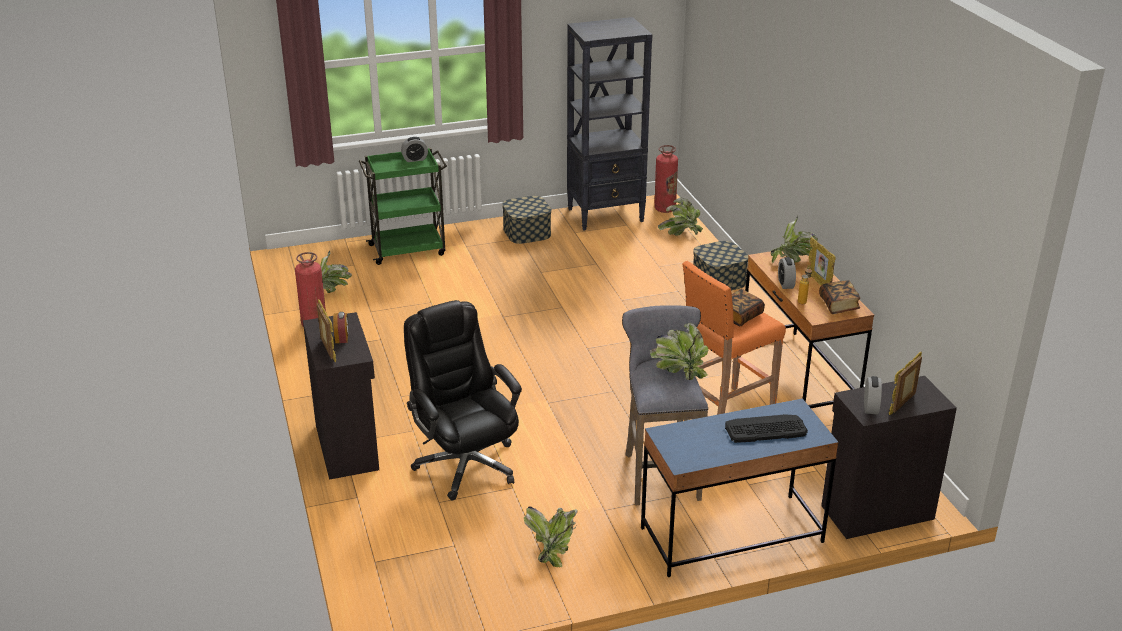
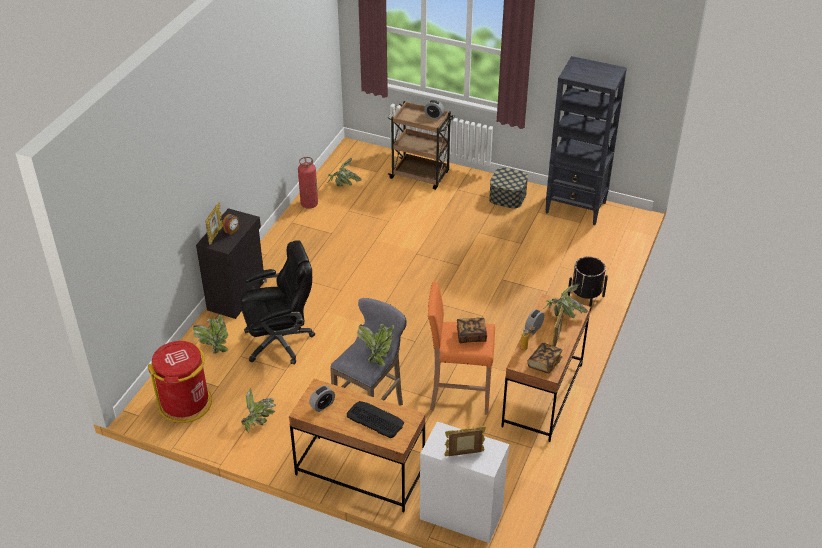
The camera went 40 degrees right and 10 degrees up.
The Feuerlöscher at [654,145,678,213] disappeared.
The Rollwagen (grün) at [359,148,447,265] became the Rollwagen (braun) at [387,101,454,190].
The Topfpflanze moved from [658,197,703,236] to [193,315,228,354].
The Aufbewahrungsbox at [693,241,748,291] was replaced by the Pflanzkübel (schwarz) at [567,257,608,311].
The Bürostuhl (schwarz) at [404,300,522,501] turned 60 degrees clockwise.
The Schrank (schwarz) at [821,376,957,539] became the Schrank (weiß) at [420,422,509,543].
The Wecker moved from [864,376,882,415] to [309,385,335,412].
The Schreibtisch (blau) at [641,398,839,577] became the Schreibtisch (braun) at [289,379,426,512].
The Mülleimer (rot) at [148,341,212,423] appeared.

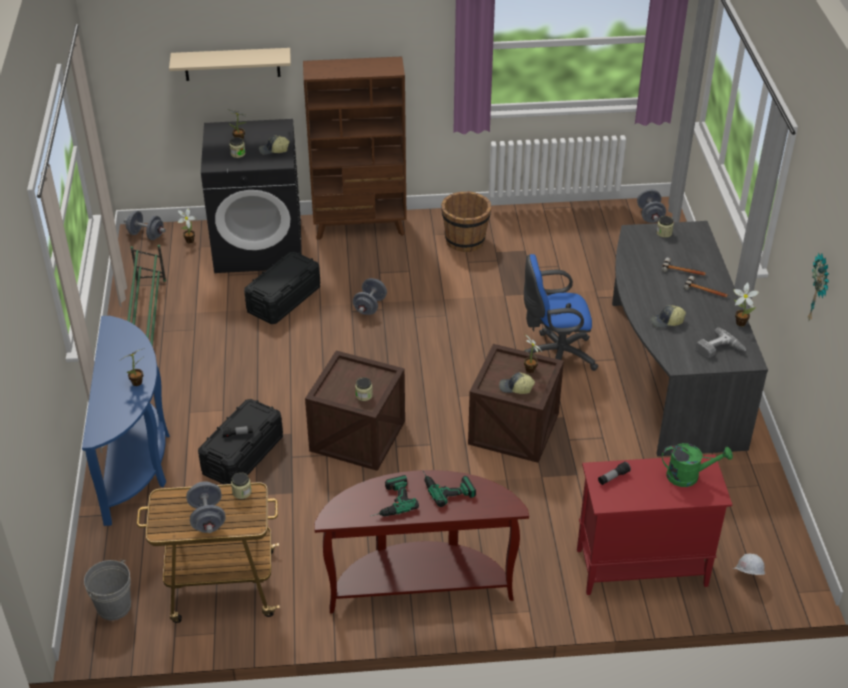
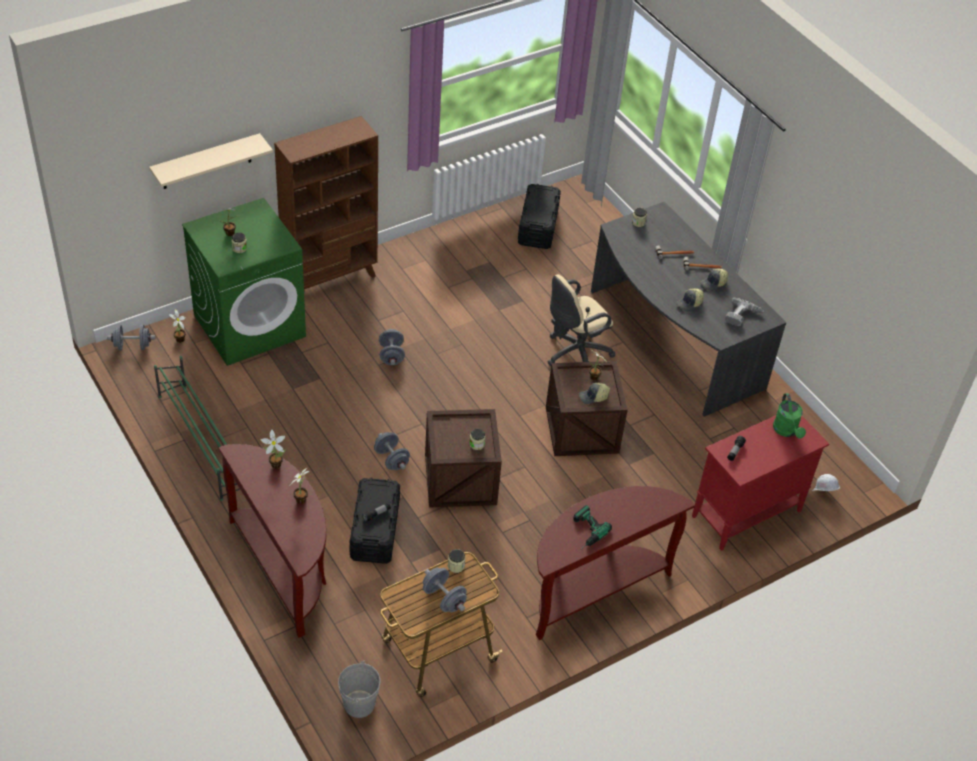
The camera went 30 degrees left and 5 degrees up.
The Waschmaschine (schwarz) at [201,119,302,273] became the Waschmaschine (grün) at [182,198,306,366].
The Kappe moved from [259,135,290,155] to [700,269,728,291].
The Hantel (grau) moved from [637,189,666,223] to [374,432,410,470].
The Eimer (braun) at [441,191,492,252] disappeared.
The Aufbewahrungsbox (schwarz) moved from [244,252,320,324] to [518,184,561,249].
The Wanduhr at [807,253,829,320] disappeared.
The Bürostuhl (blau) at [524,254,598,371] became the Bürostuhl (beige) at [547,275,615,366].
The Topfpflanze moved from [734,282,759,326] to [261,430,286,469].
The Konsolentisch (blau) at [82,316,170,526] became the Konsolentisch (braun) at [219,444,326,638].
The Gießkanne (grün) at [662,443,733,487] turned 105 degrees clockwise.
The Bohrmaschine at [422,470,476,507] disappeared.

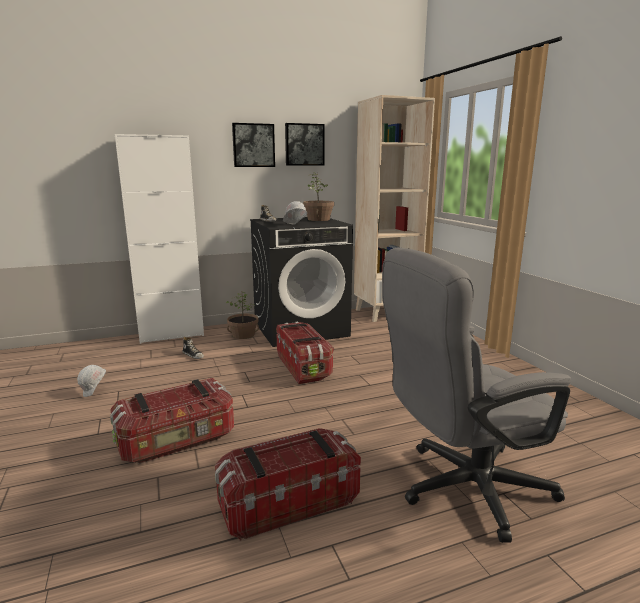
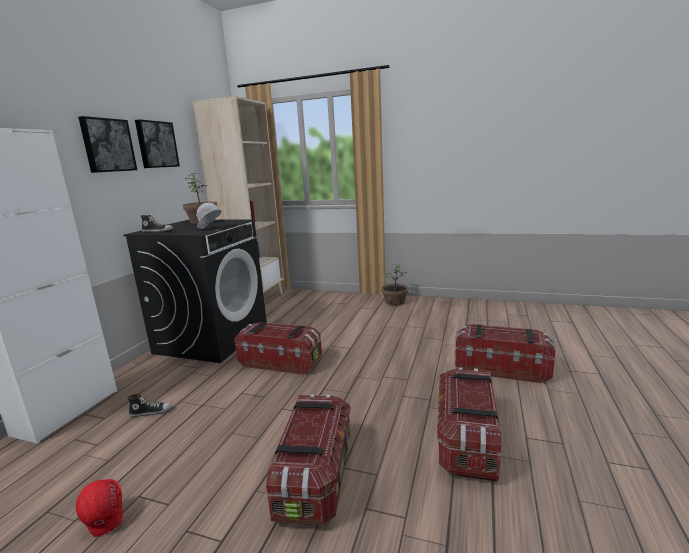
The camera went 50 degrees left and 0 degrees up.
The Bürostuhl (grau) at [382,247,571,543] was replaced by the Aufbewahrungsbox at [455,324,556,384].
The Topfpflanze moved from [226,291,259,339] to [381,264,409,306].
The Schutzhelm (weiß) at [77,365,106,397] became the Schutzhelm (rot) at [76,479,123,537].

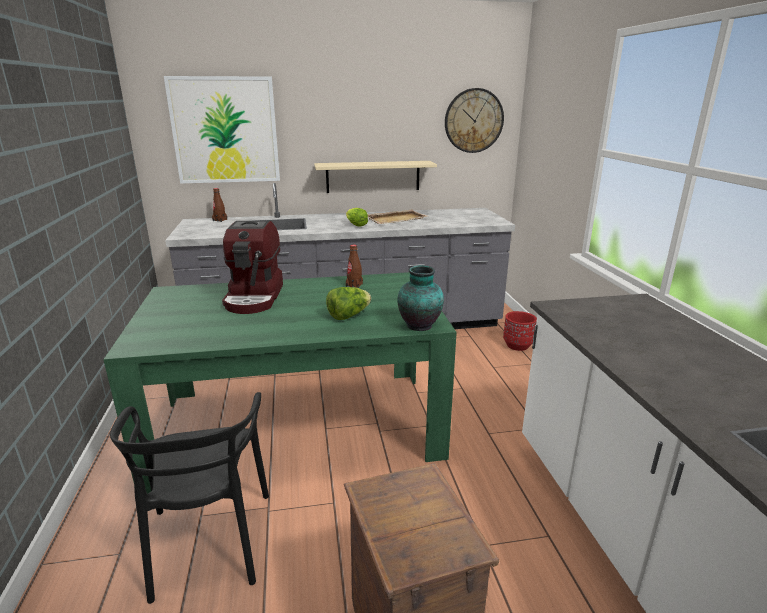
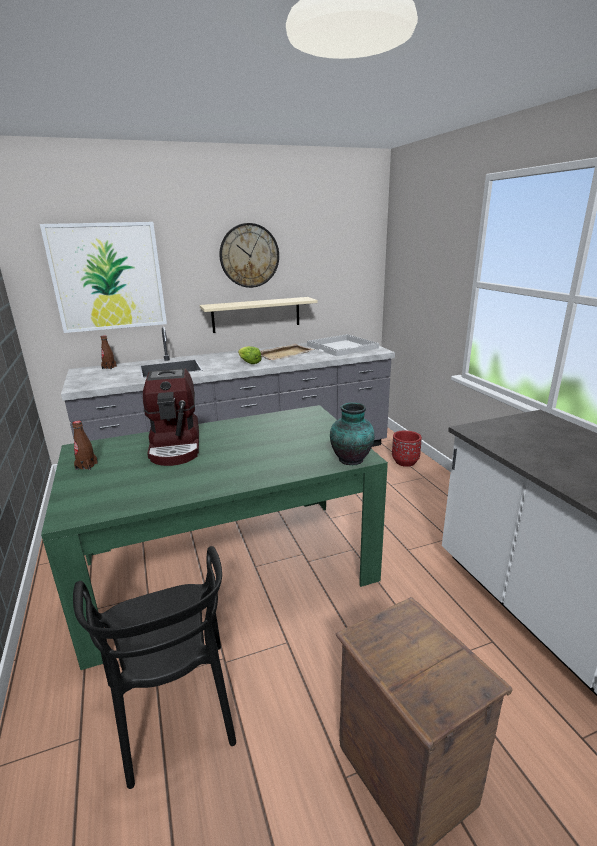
The camera went 10 degrees left and 0 degrees up.
The Wanduhr moved from [445,88,504,153] to [219,223,279,288].
The Flasche (braun) moved from [346,245,363,288] to [72,421,98,470].
The Salatkopf at [326,287,371,320] disappeared.
The Tablett (weiß) at [307,334,379,356] appeared.

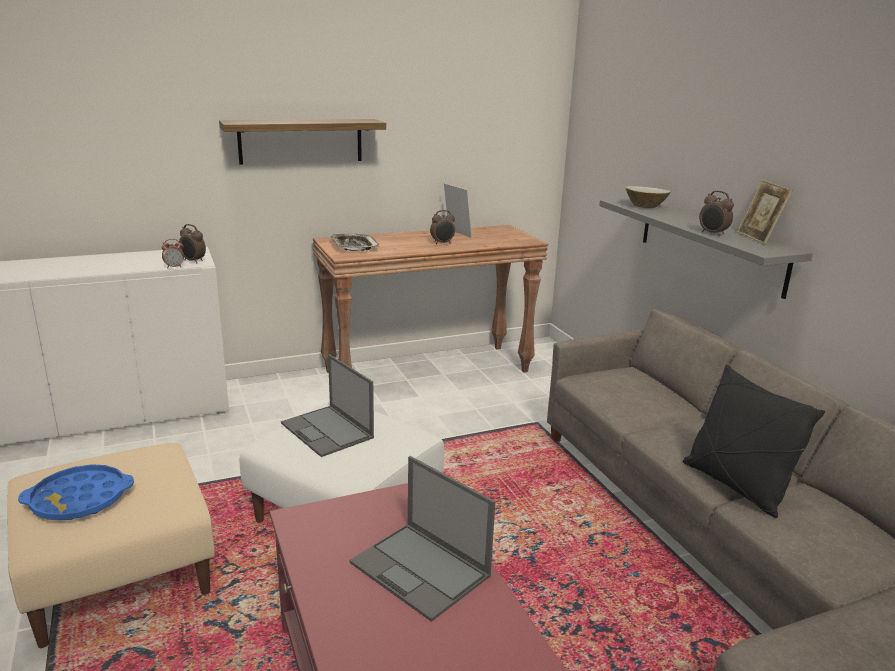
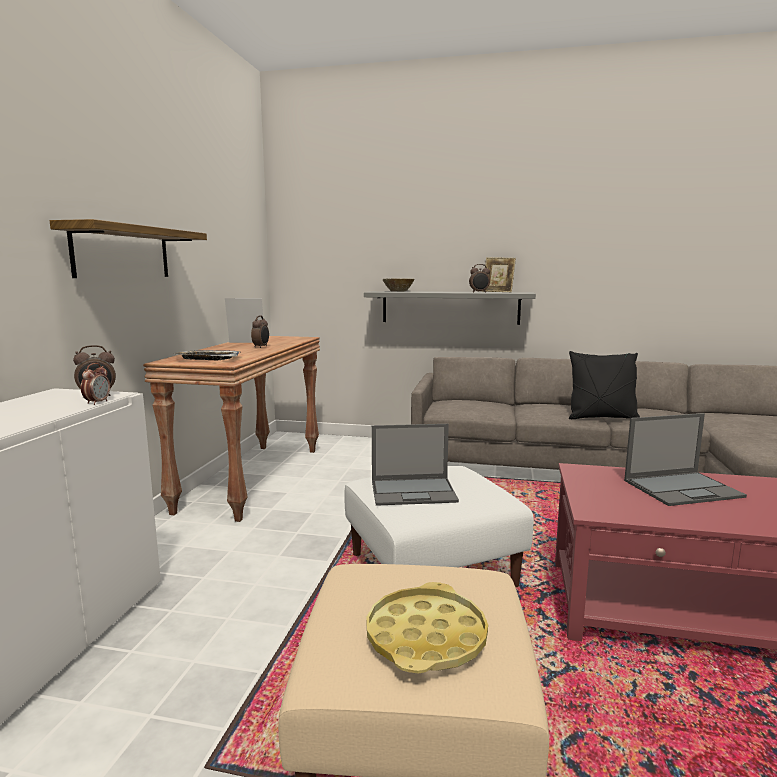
The camera went 55 degrees left and 10 degrees down.
The Tablett (blau) at [18,464,134,520] became the Tablett (gelb) at [366,582,488,674].

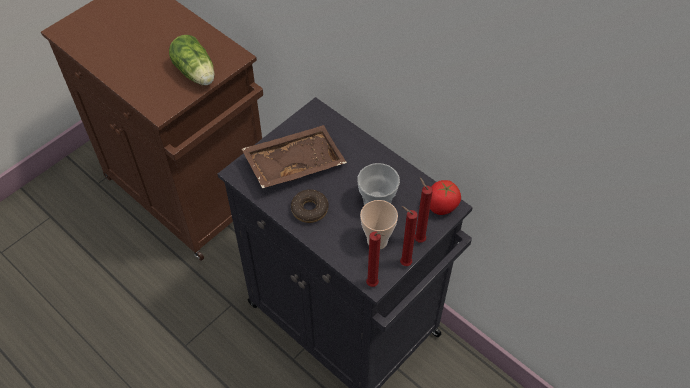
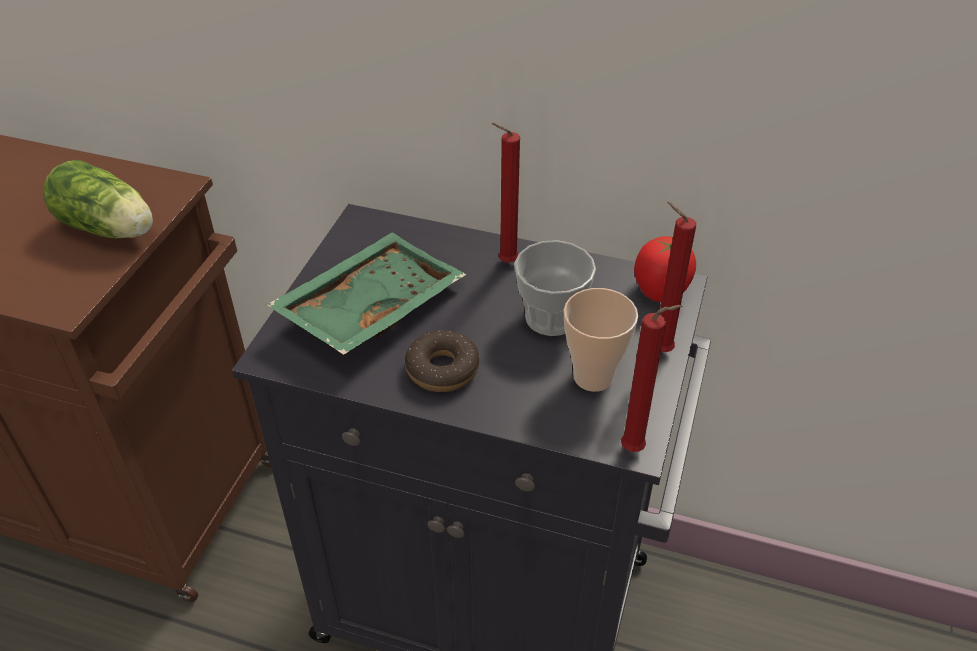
The camera went 25 degrees left and 10 degrees down.
The Tablett (braun) at [241,125,347,188] became the Tablett (grün) at [266,232,466,355].
The Kerze (rot) moved from [400,206,418,266] to [492,123,520,263].

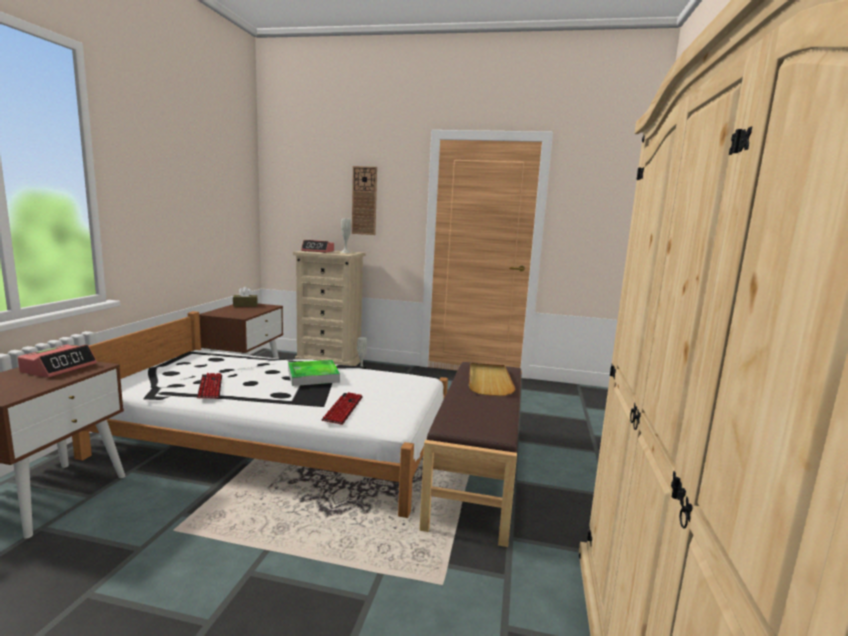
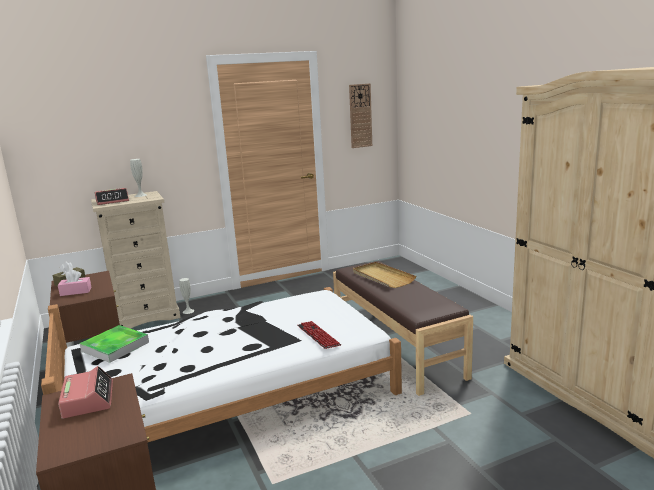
The camera went 35 degrees left and 5 degrees up.
The Wanduhr moved from [352,166,377,235] to [349,83,372,148].
The Tablett moved from [288,360,340,386] to [79,325,149,363].
The Tastatur at [197,373,222,398] disappeared.
The Taschentuchbox (rosa) at [58,270,92,296] appeared.

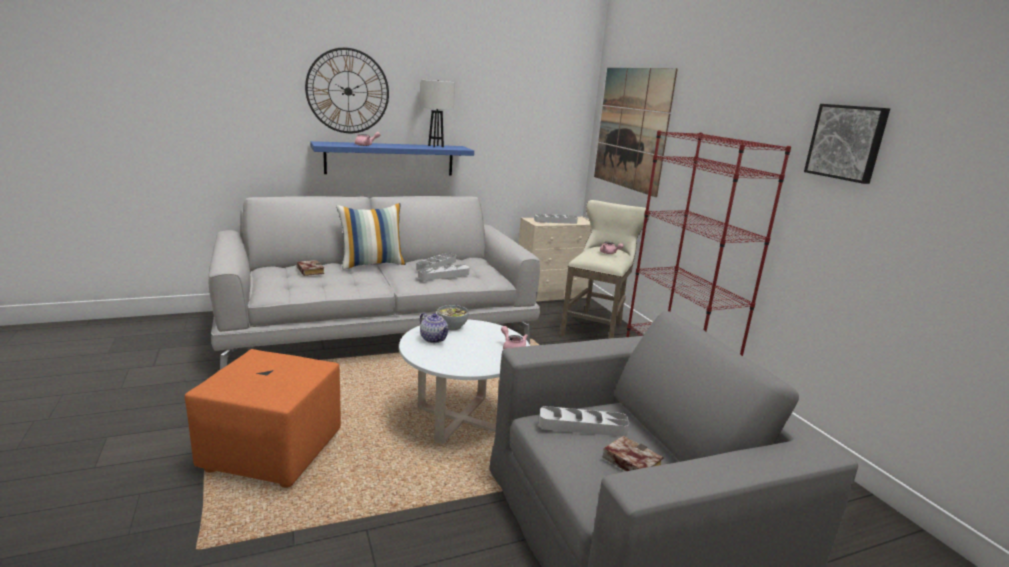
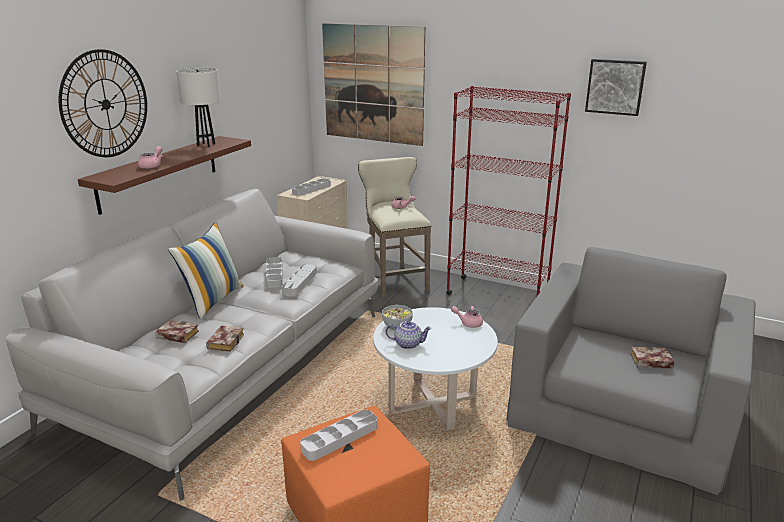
The camera went 40 degrees left and 5 degrees up.
The Wandregal (blau) at [311,141,474,176] became the Wandregal (braun) at [78,136,251,215].
The Tablett (grau) moved from [539,406,629,436] to [300,409,378,461].
The Buch at [206,326,244,352] appeared.

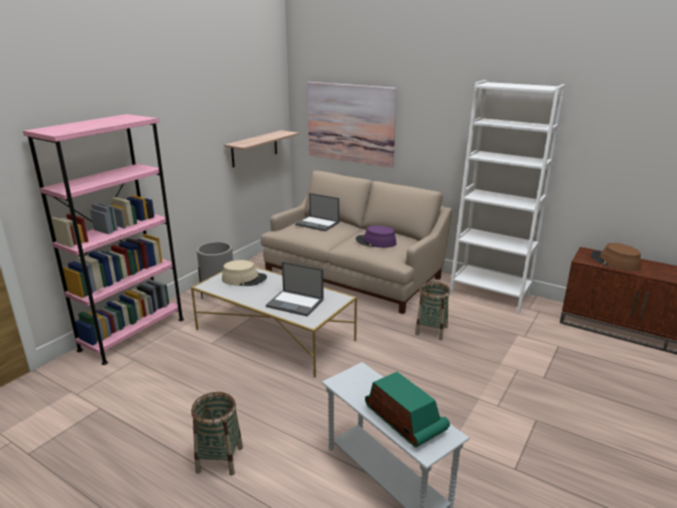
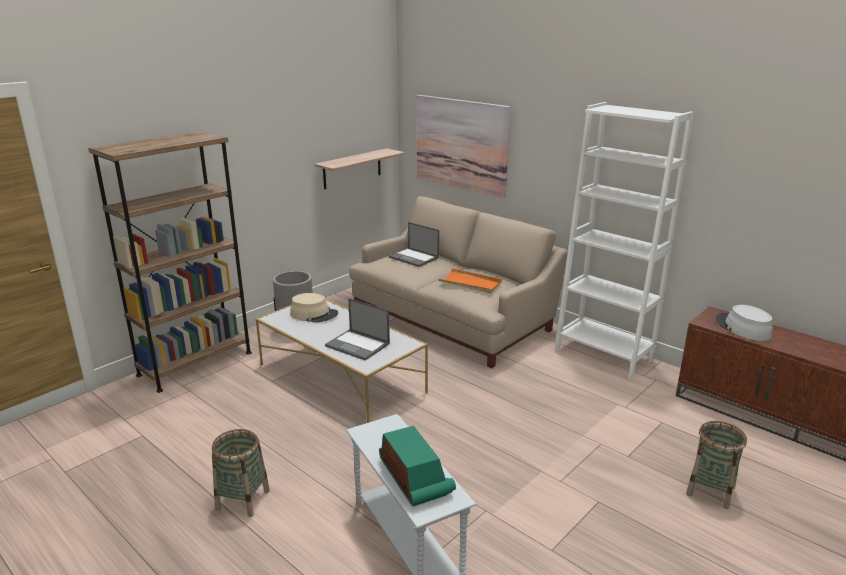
The camera went 10 degrees right and 0 degrees up.
The Bücherregal (rosa) at [23,114,184,365] became the Bücherregal (braun) at [88,131,252,393].
The Hut (lila) at [356,225,397,248] was replaced by the Tablett (orange) at [439,268,502,293].
The Hut (braun) at [591,243,641,271] became the Hut (grau) at [716,305,773,341].
The Korb moved from [415,282,450,340] to [686,421,747,509].

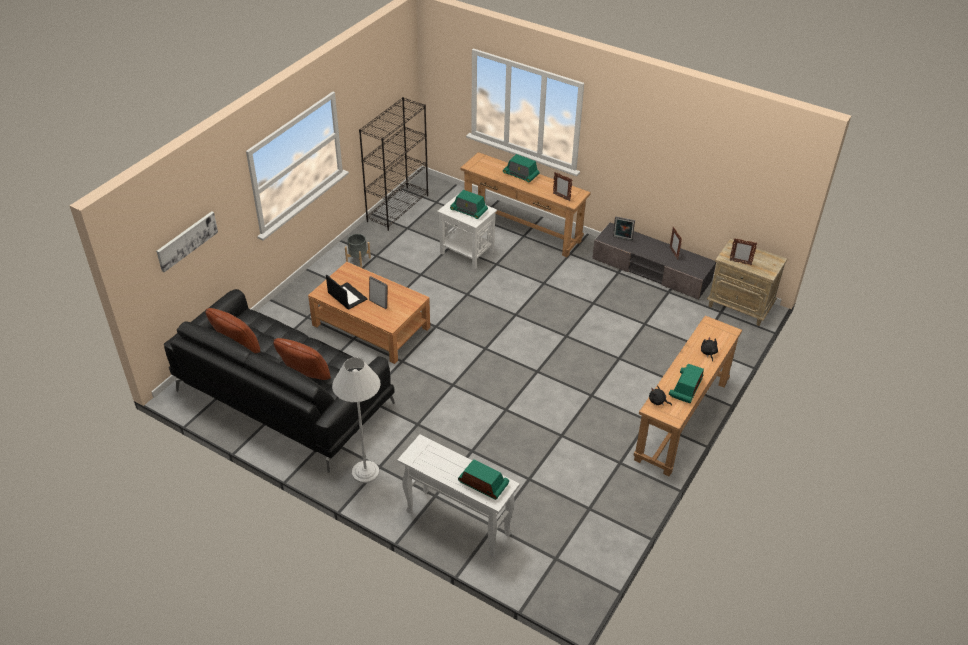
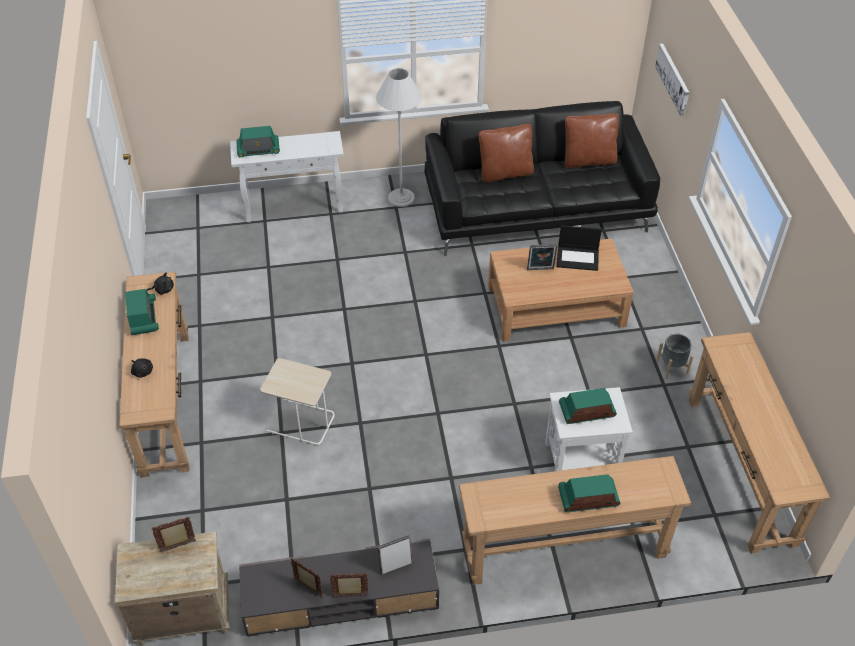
The camera went 140 degrees right and 5 degrees up.
The Bücherregal (schwarz) at [359,97,428,231] was replaced by the Konsolentisch (braun) at [689,332,830,553].
The Bilderrahmen moved from [553,172,572,201] to [330,573,368,597].
The Beistelltisch (beige) at [260,358,335,445] appeared.

